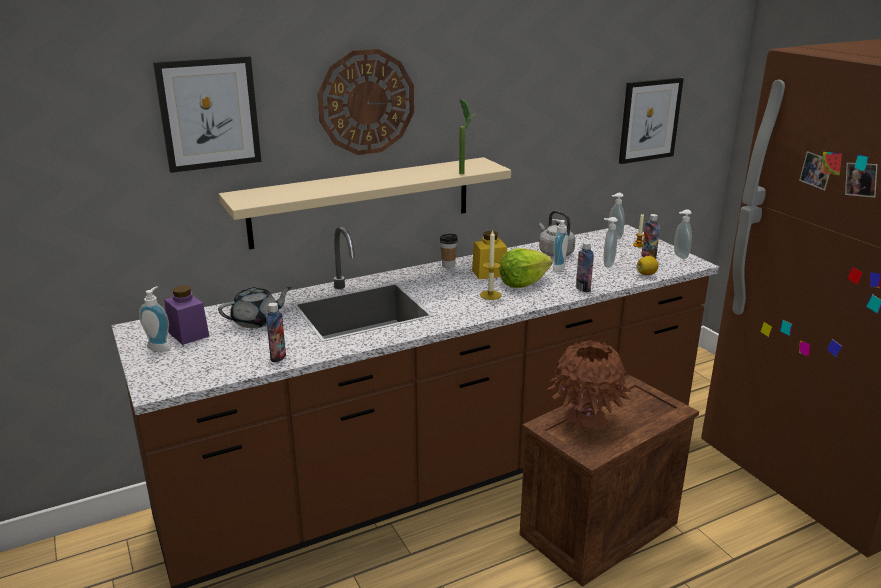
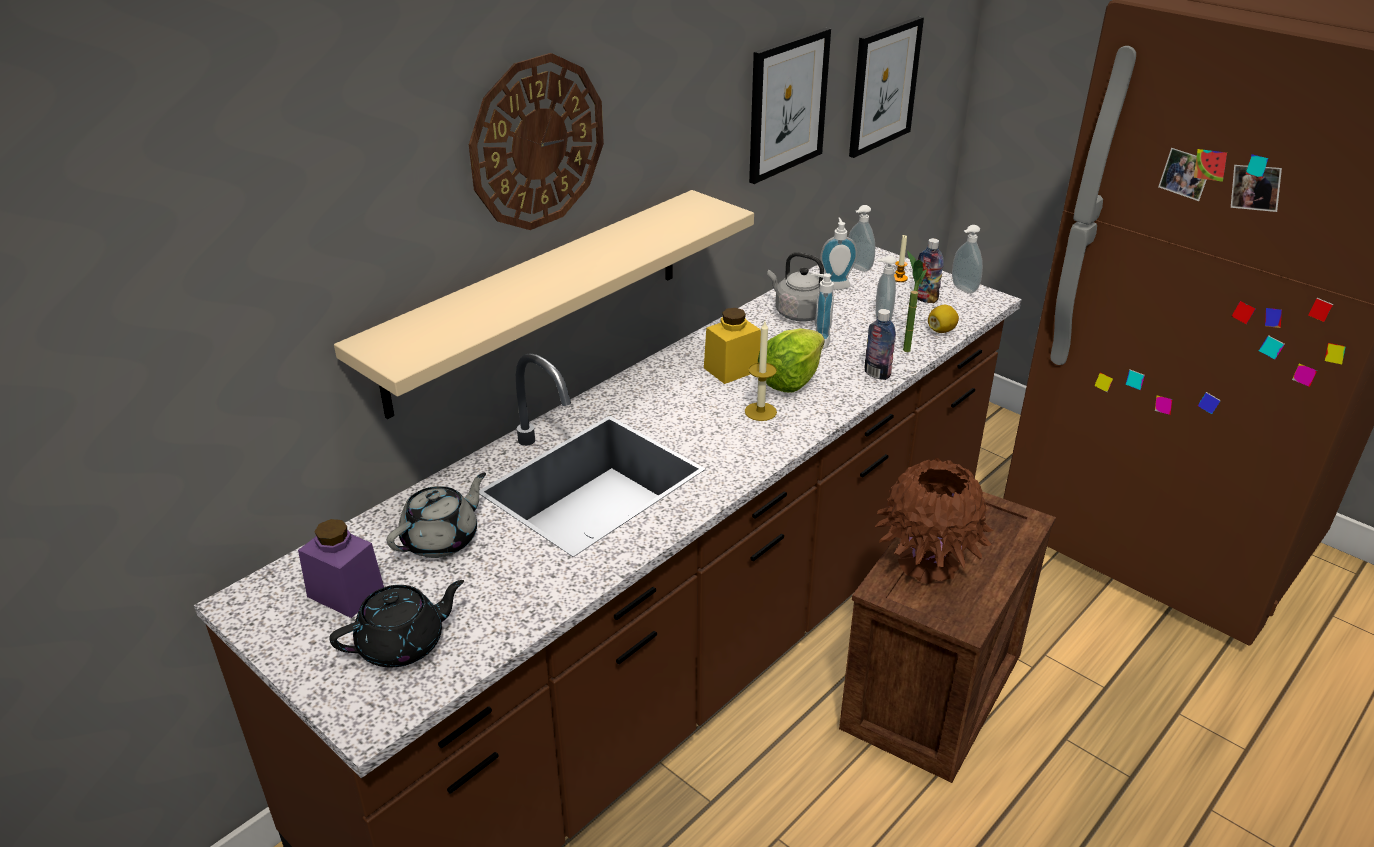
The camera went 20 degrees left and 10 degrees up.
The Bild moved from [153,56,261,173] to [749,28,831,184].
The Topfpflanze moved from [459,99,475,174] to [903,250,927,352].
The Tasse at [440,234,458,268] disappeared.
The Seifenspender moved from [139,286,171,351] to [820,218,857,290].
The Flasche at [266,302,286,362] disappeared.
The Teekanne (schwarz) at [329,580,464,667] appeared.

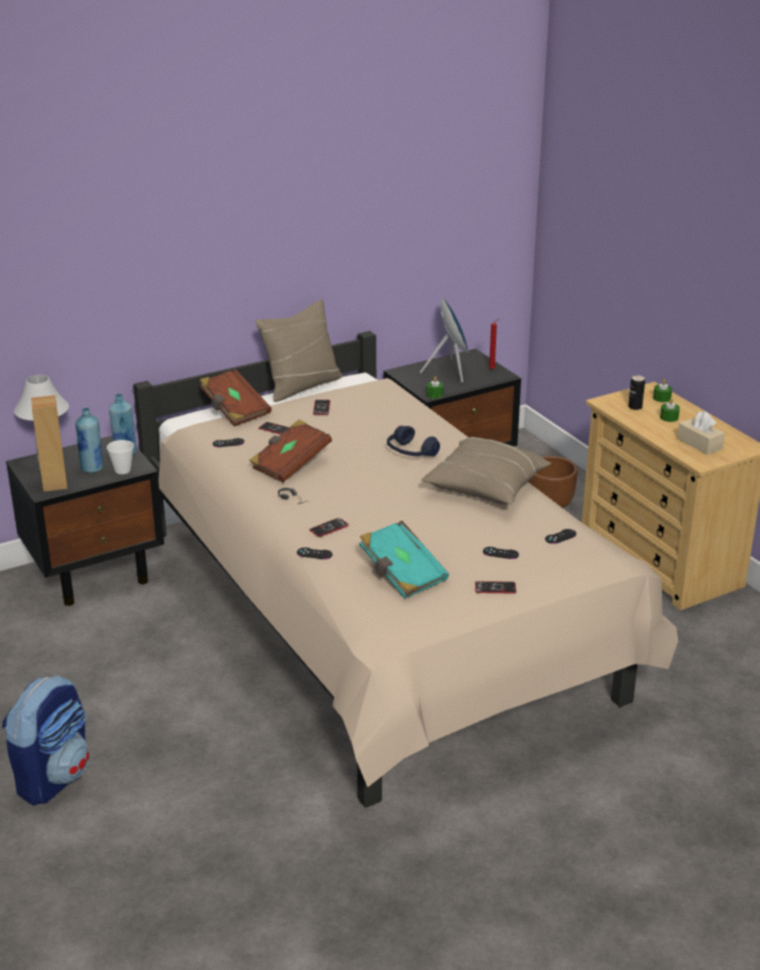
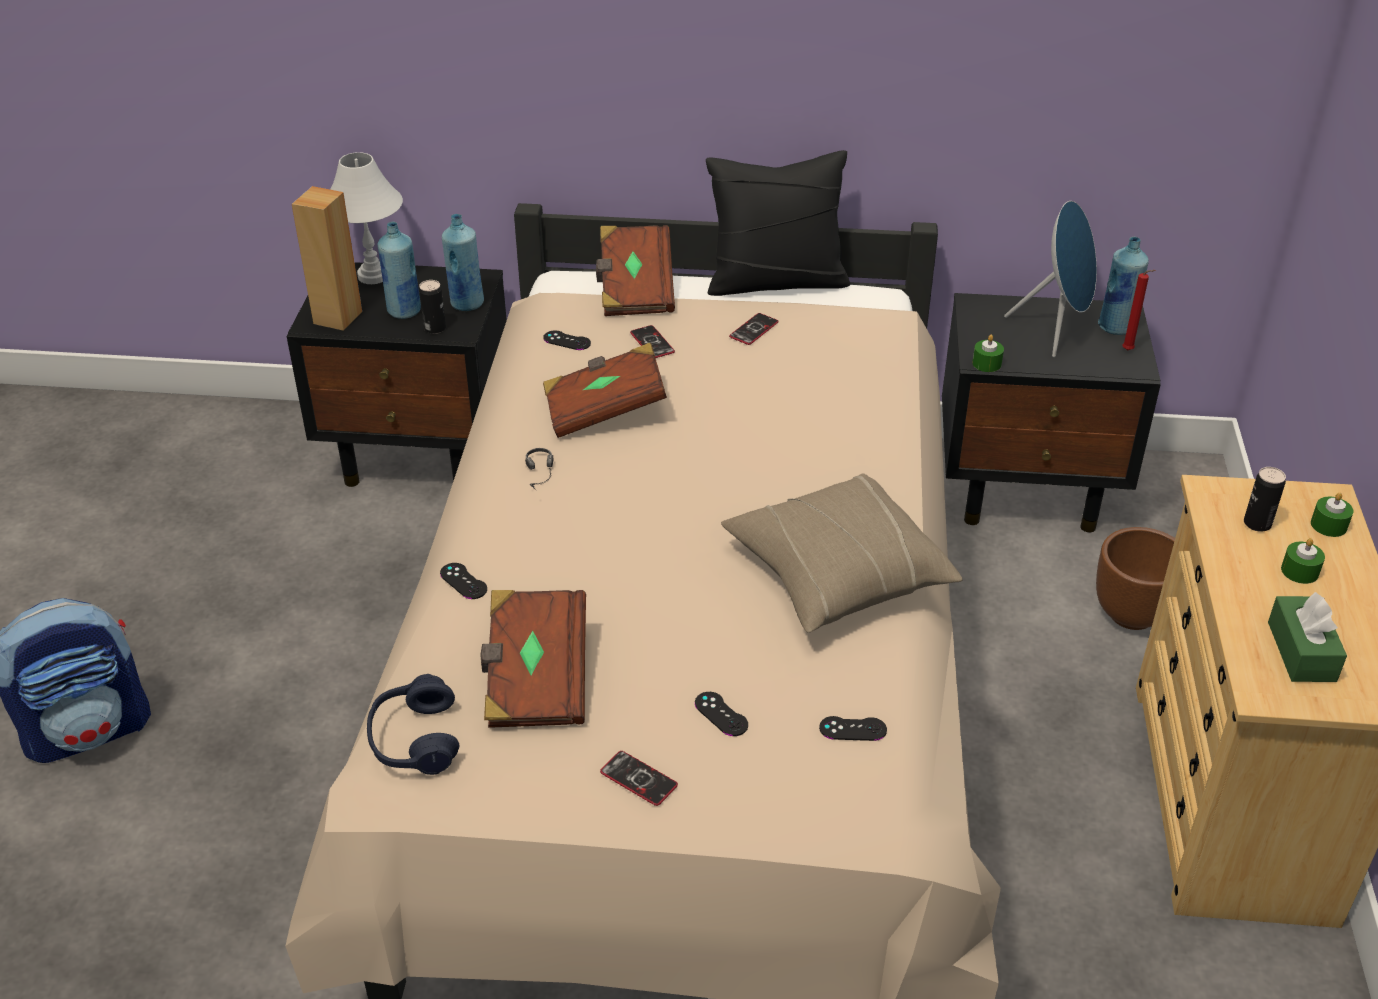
The camera went 35 degrees right and 10 degrees up.
The Kissen (beige) at [255,299,342,402] became the Kissen (schwarz) at [706,150,850,296].
The Taschentuchbox (beige) at [677,411,725,455] became the Taschentuchbox (grün) at [1268,592,1347,682].
The Kopfhörer (blau) moved from [387,426,440,456] to [367,674,459,775].
The Tasse at [107,440,134,474] was replaced by the Dose at [419,280,446,334].
The Handy at [309,518,349,537] disappeared.
The Buch (türkis) at [359,521,449,599] became the Buch (braun) at [480,590,586,728].
The Flasche (blau) at [1098,236,1149,335] appeared.

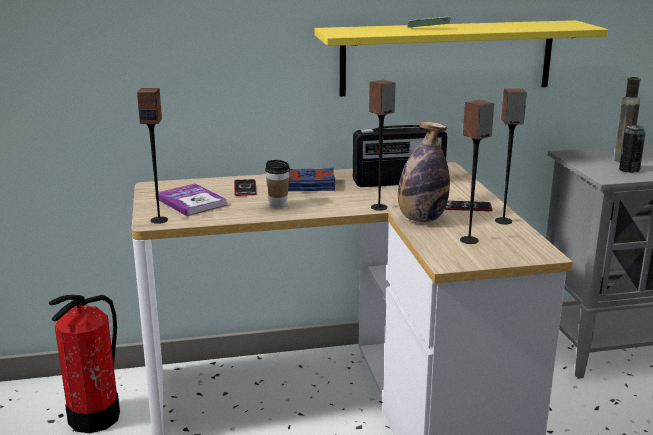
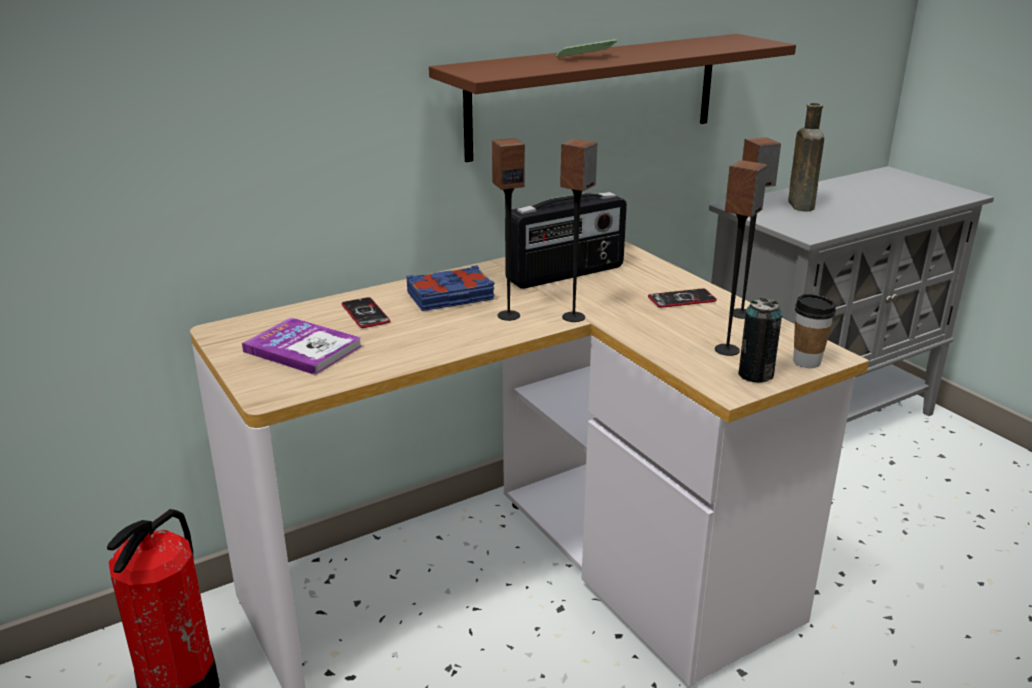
The camera went 20 degrees left and 5 degrees up.
The Wandregal (gelb) at [314,20,608,97] became the Wandregal (braun) at [429,34,796,162].
The Lautsprecher moved from [137,88,168,224] to [492,138,525,321].
The Flasche at [398,122,450,222] disappeared.
The Dose moved from [619,125,645,173] to [739,298,782,383].
The Tasse moved from [265,160,290,208] to [793,294,836,368].

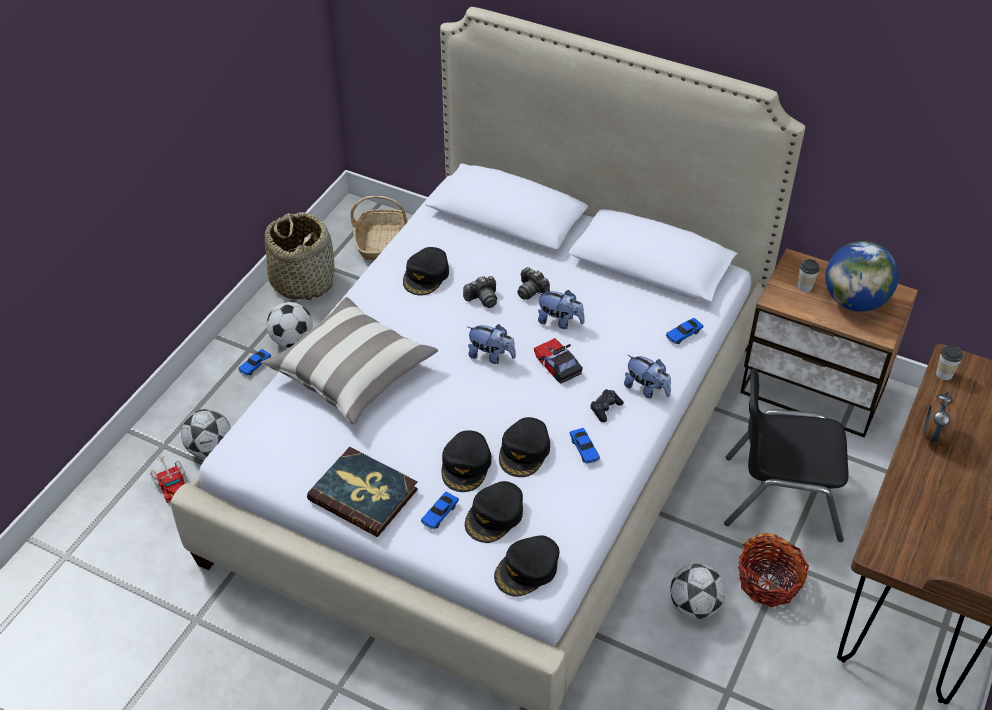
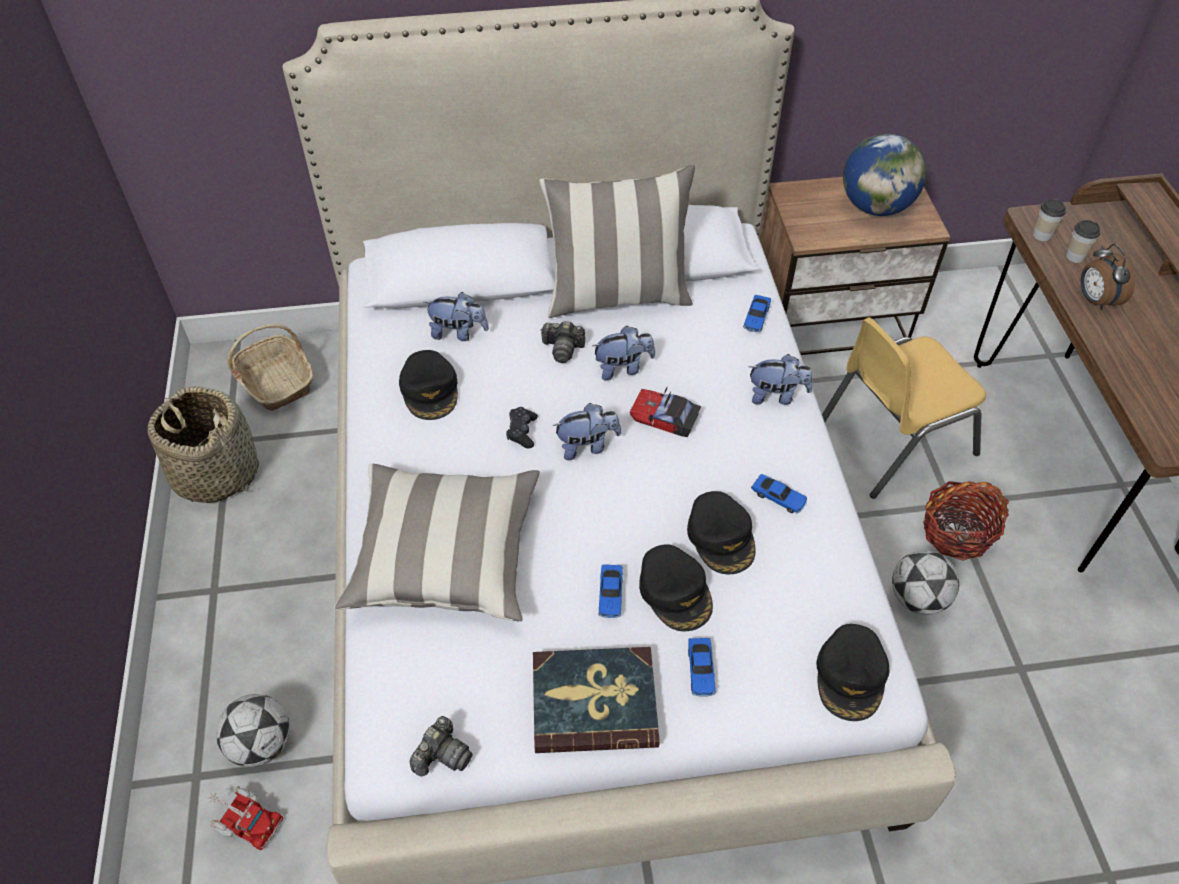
The camera went 35 degrees left and 5 degrees up.
The Tasse moved from [798,259,820,292] to [1066,220,1100,263].
The Kamera moved from [463,276,497,308] to [410,716,473,776].
The Fußball at [267,302,313,348] disappeared.
The Spielzeugauto moved from [238,349,271,376] to [598,564,623,618].
The Stuhl (schwarz) at [724,369,849,542] became the Stuhl (gelb) at [822,317,986,499].
The Gamepad (schwarz) moved from [590,389,624,422] to [506,407,538,448].
The Kappe (schwarz) at [465,481,523,543] disappeared.
The Kissen at [539,165,695,318] appeared.
The Plüschtier at [424,292,489,341] appeared.

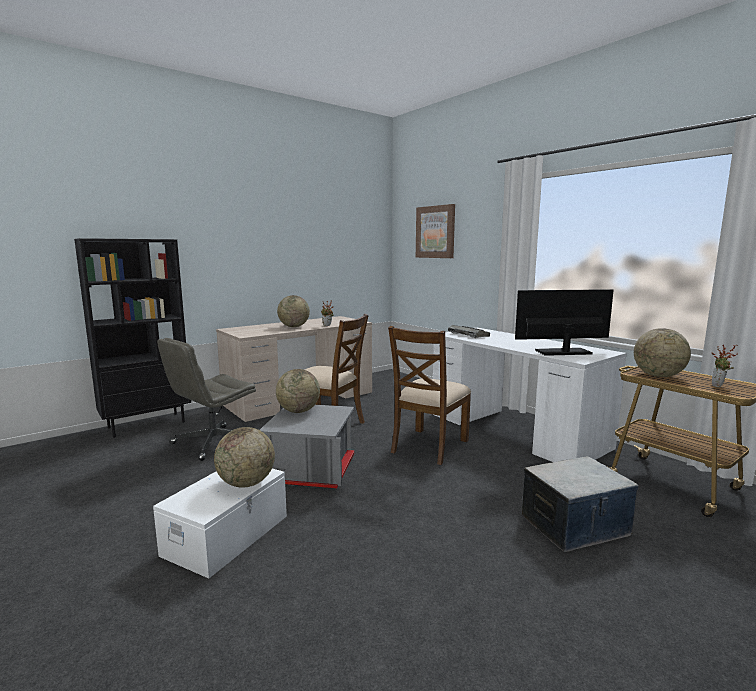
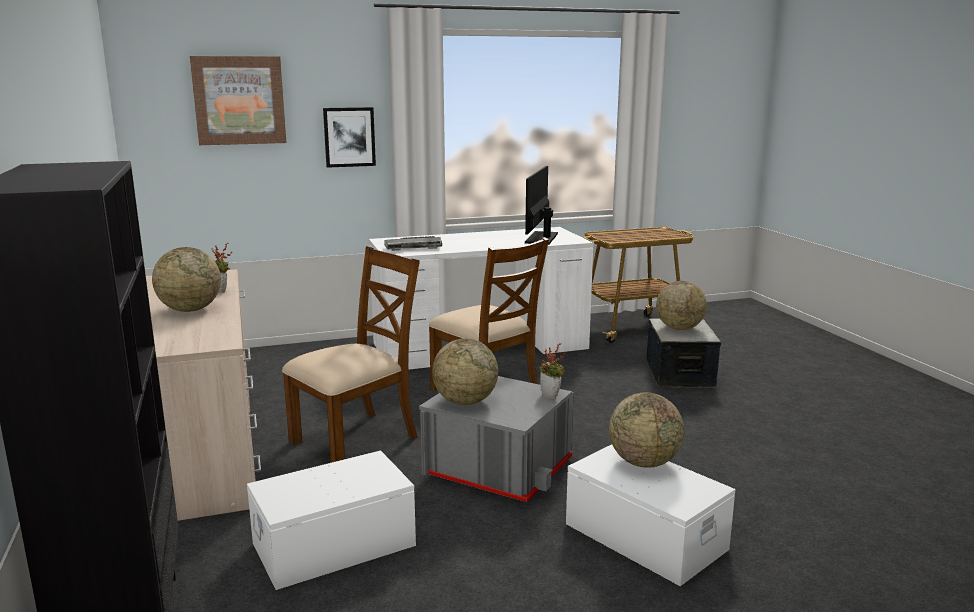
The camera went 70 degrees left and 5 degrees up.
The Globus moved from [634,328,691,377] to [656,281,707,330].
The Bürostuhl (grau) at [157,338,256,461] was replaced by the Aufbewahrungsbox (weiß) at [247,450,416,590].
The Topfpflanze moved from [712,344,738,387] to [539,343,566,399].
The Bild at [323,107,376,168] appeared.

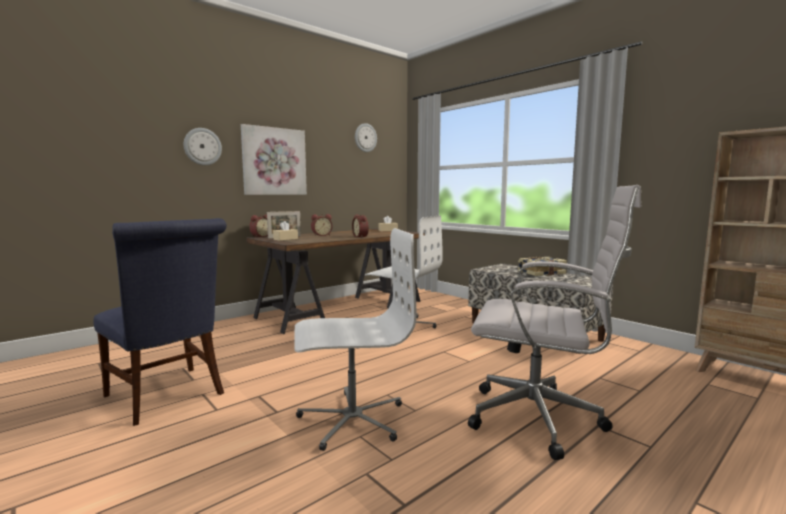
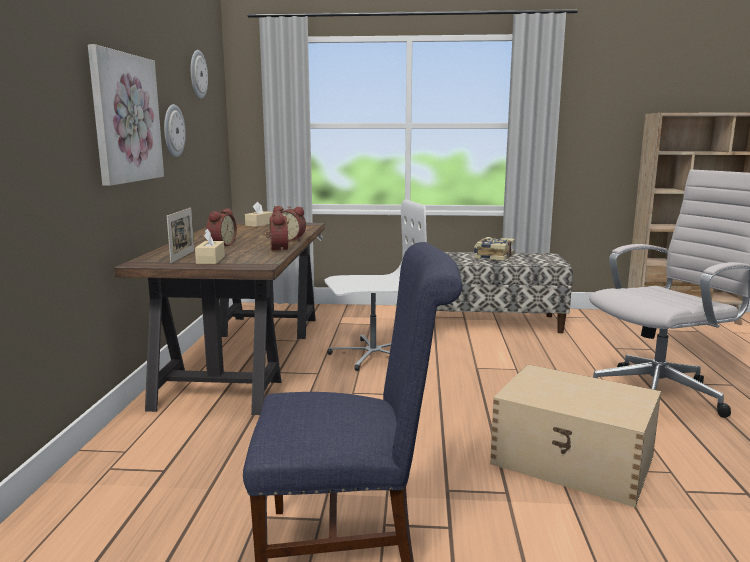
The camera went 45 degrees left and 5 degrees up.
The Wanduhr moved from [183,128,222,165] to [164,104,186,157].
The Wecker moved from [249,215,268,238] to [266,211,288,252].
The Bürostuhl (weiß) at [294,228,416,451] was replaced by the Aufbewahrungsbox (beige) at [490,364,661,507].

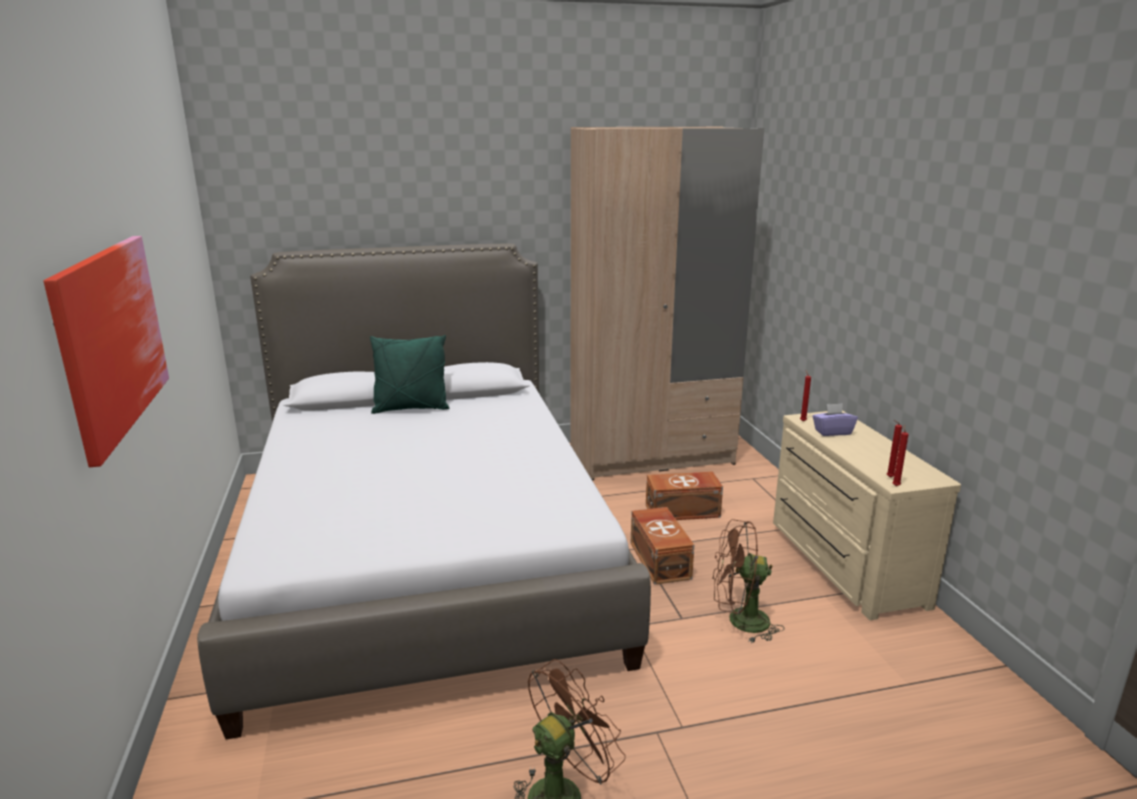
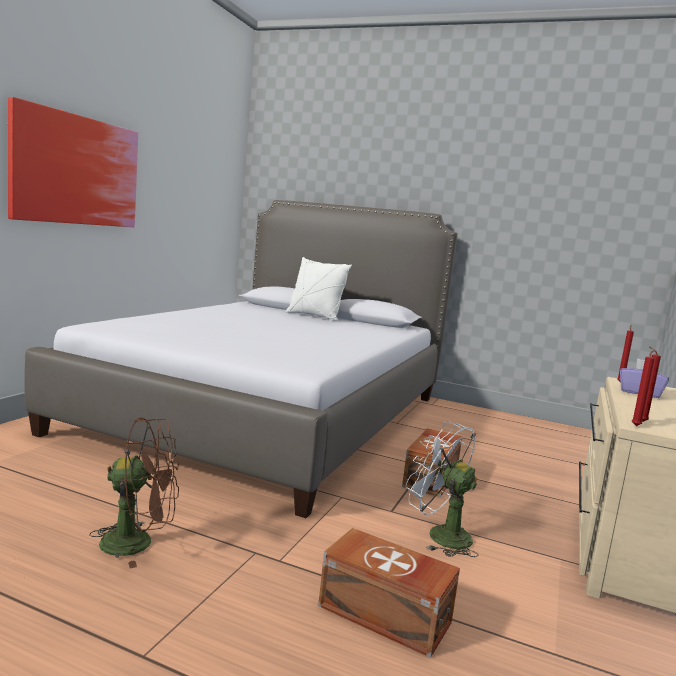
The camera went 35 degrees right and 10 degrees down.
The Kleiderschrank (beige) at [571,127,764,480] disappeared.
The Kissen (grün) at [370,335,449,414] became the Kissen (weiß) at [286,257,352,321].
The Aufbewahrungsbox (braun) moved from [646,471,723,520] to [318,528,460,658].
The Ventilator (braun) at [712,519,784,643] became the Ventilator (weiß) at [406,421,478,557].

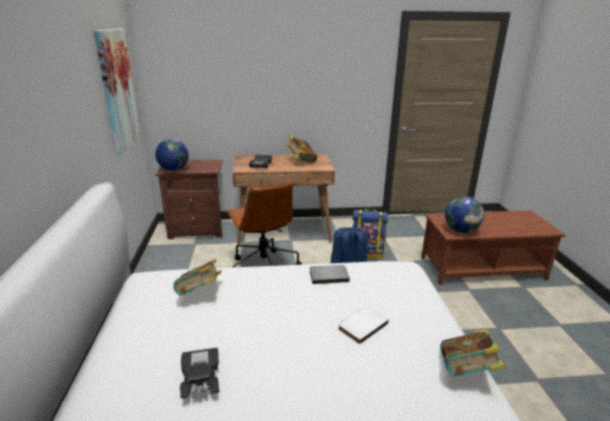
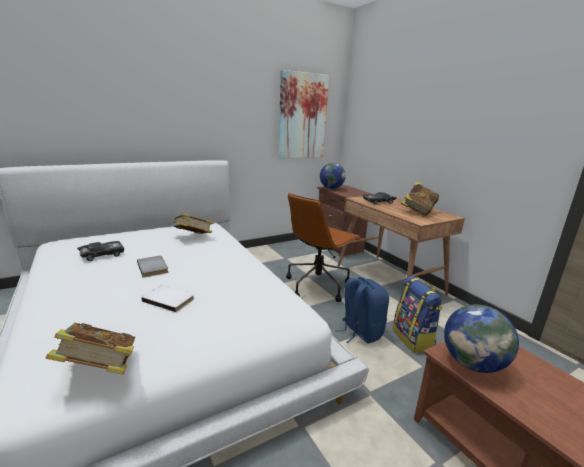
The camera went 65 degrees right and 5 degrees down.
The Buch (grau) moved from [310,265,350,284] to [137,256,168,278].

